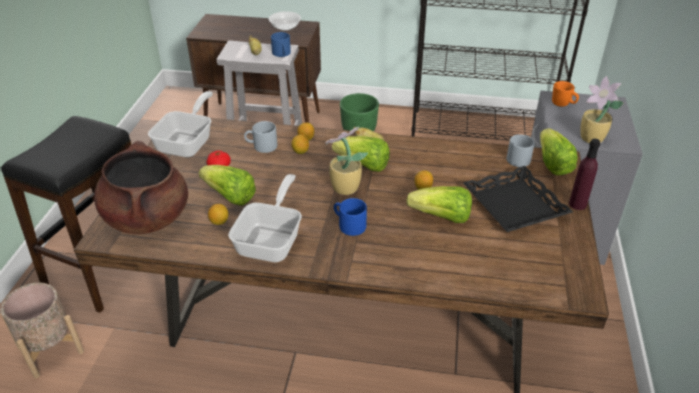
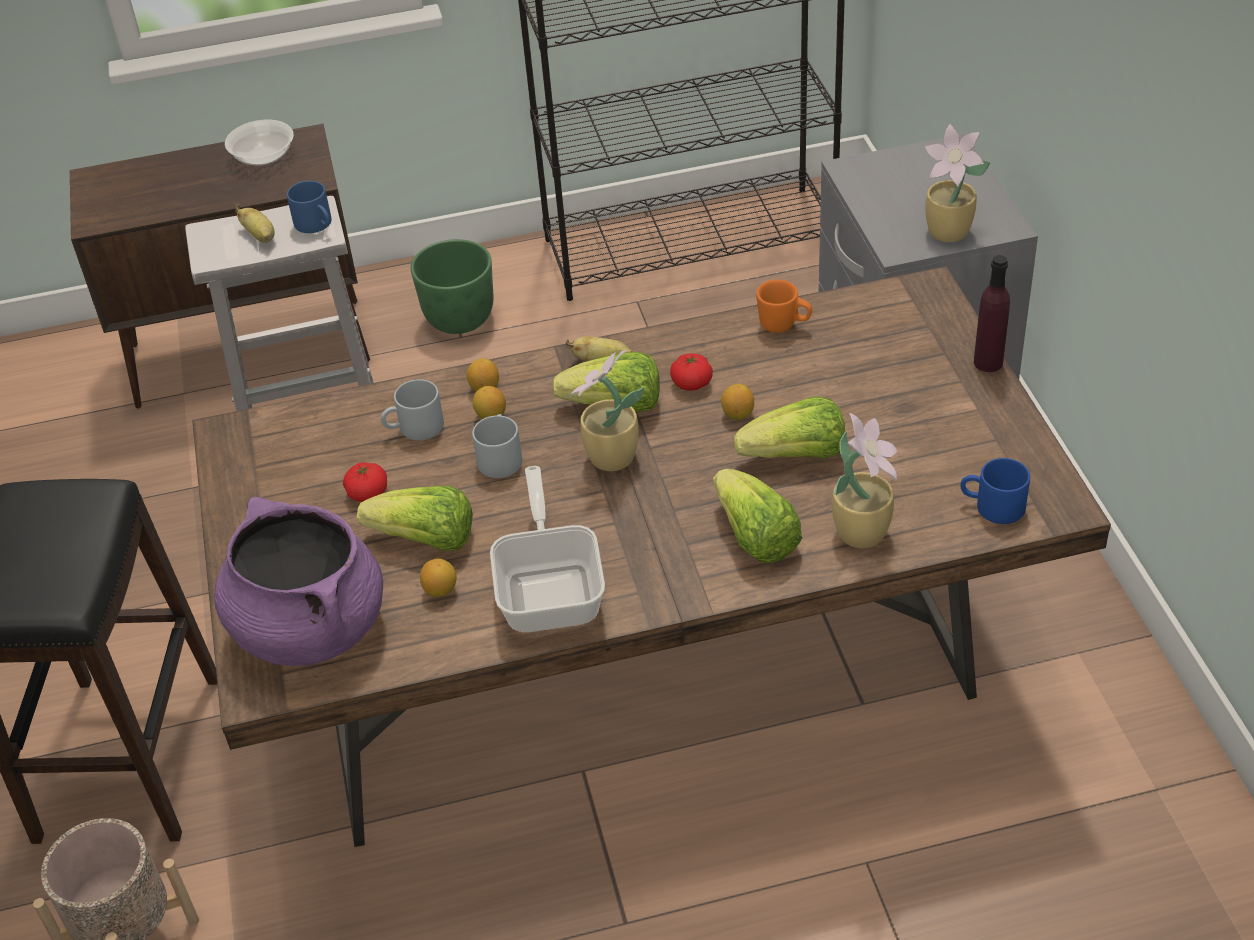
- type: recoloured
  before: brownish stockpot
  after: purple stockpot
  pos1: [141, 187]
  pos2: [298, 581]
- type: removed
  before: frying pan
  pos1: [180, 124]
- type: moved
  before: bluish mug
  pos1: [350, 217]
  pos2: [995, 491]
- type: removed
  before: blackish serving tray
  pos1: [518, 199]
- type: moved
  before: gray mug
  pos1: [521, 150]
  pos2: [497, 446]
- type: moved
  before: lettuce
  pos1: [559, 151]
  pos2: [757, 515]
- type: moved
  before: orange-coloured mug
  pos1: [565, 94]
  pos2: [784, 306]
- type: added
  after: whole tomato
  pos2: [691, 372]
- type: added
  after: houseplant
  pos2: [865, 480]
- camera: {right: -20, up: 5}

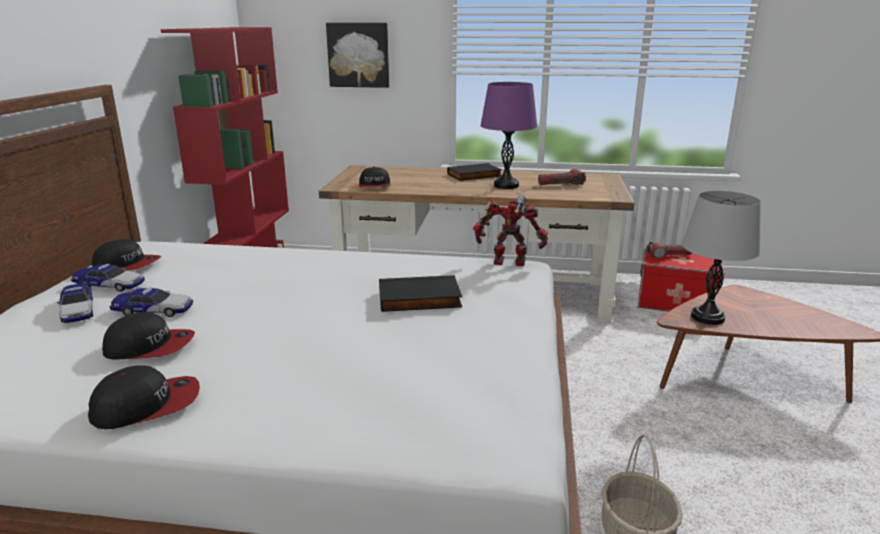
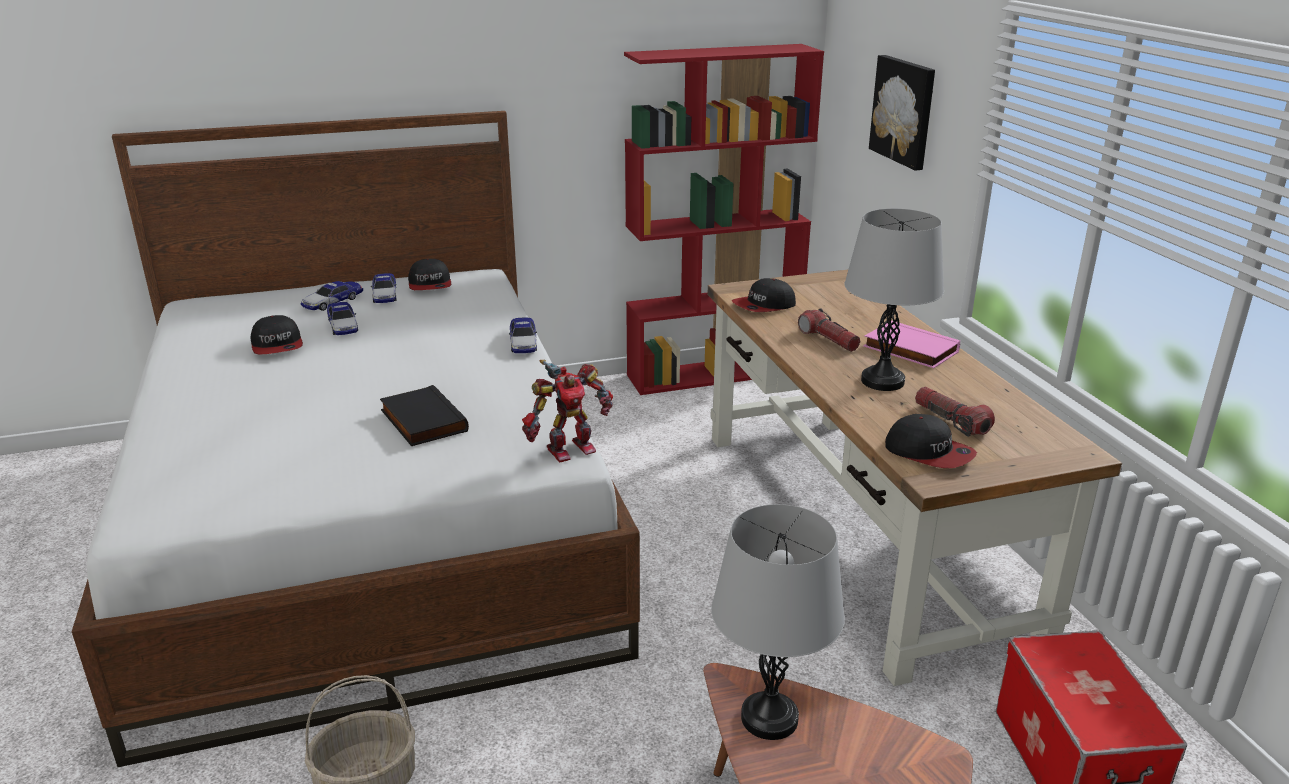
- type: moved
  before: peaked cap
  pos1: [144, 397]
  pos2: [931, 441]
- type: recoloured
  before: blackish book
  after: pink book
  pos1: [474, 172]
  pos2: [911, 344]
- type: turned
  before: toy robot
  pos1: [510, 230]
  pos2: [567, 411]
  turn: 75
- type: recoloured
  before: purple tabletop lamp
  after: gray tabletop lamp
  pos1: [508, 135]
  pos2: [894, 300]
- type: moved
  before: hand torch
  pos1: [669, 250]
  pos2: [829, 330]
- type: added
  after: miniature car
  pos2: [523, 335]
- camera: {right: 65, up: 5}

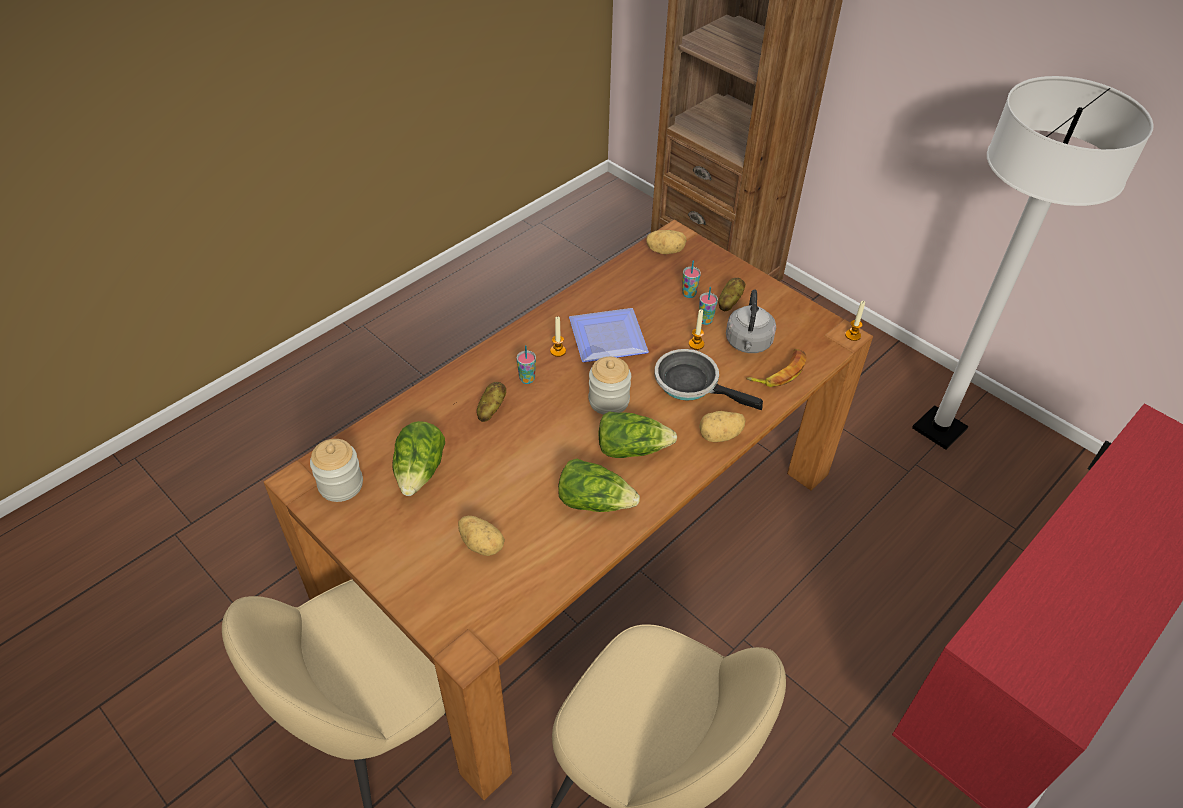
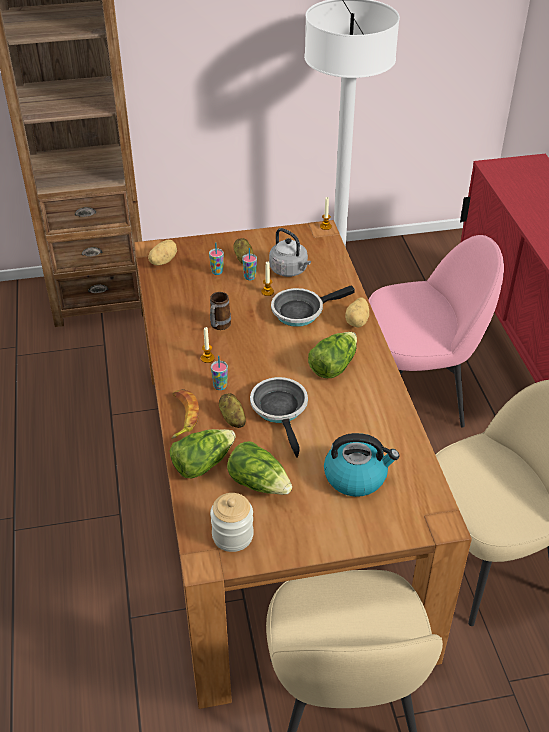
- type: replaced
  before: whole potato
  after: kettle
  pos1: [481, 536]
  pos2: [361, 465]
- type: moved
  before: lettuce
  pos1: [599, 485]
  pos2: [203, 453]
- type: replaced
  before: dinner plate
  after: mug
  pos1: [609, 335]
  pos2: [220, 311]
- type: removed
  before: preserve jar
  pos1: [610, 386]
- type: moved
  before: whole banana
  pos1: [776, 368]
  pos2: [185, 414]
- type: added
  after: frying pan
  pos2: [279, 417]
- type: added
  after: pink plain chair
  pos2: [436, 331]
- camera: {right: -55, up: -5}

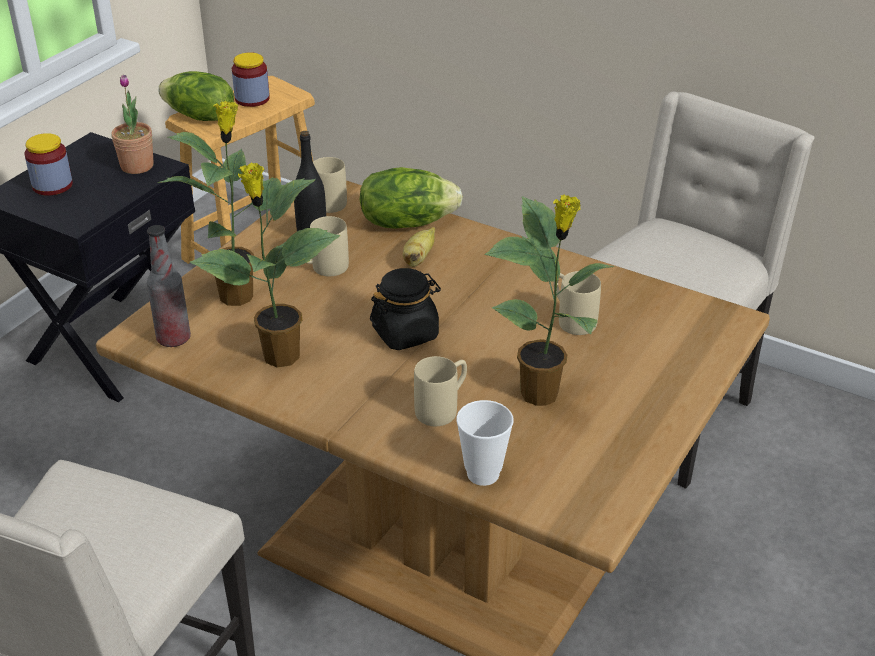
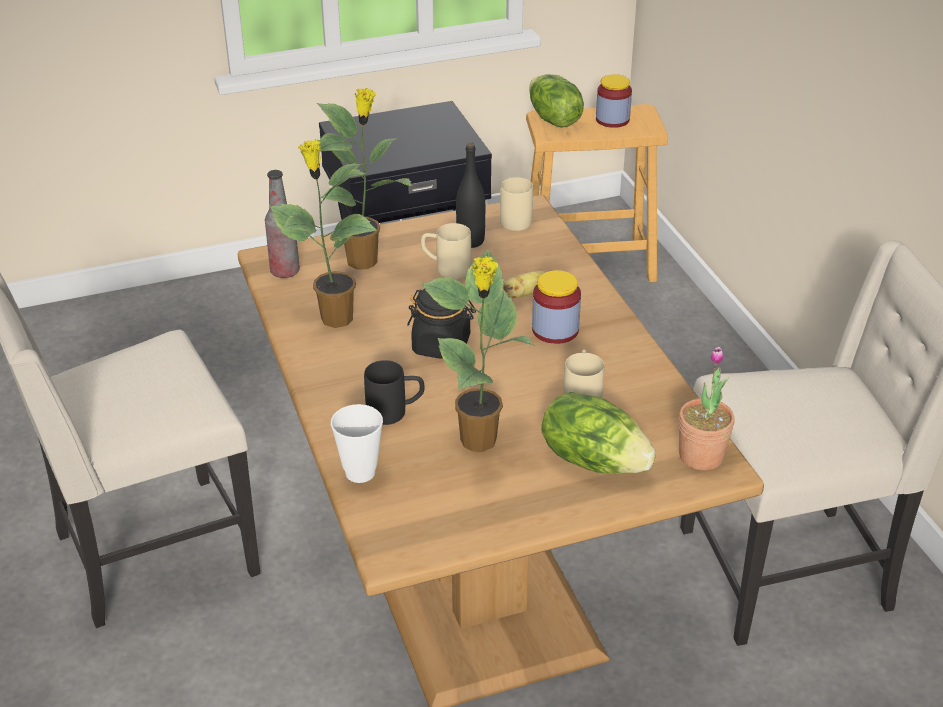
- type: moved
  before: preserve jar
  pos1: [48, 164]
  pos2: [556, 307]
- type: moved
  before: houseplant
  pos1: [132, 124]
  pos2: [707, 408]
- type: moved
  before: lettuce
  pos1: [411, 198]
  pos2: [598, 433]
- type: recoloured
  before: beige-coloured mug
  after: blackish mug
  pos1: [440, 391]
  pos2: [394, 392]
- camera: {right: 40, up: 0}

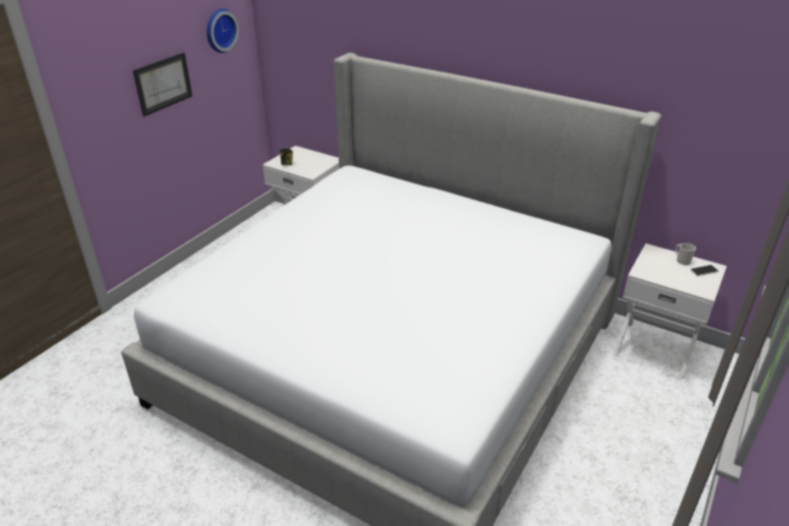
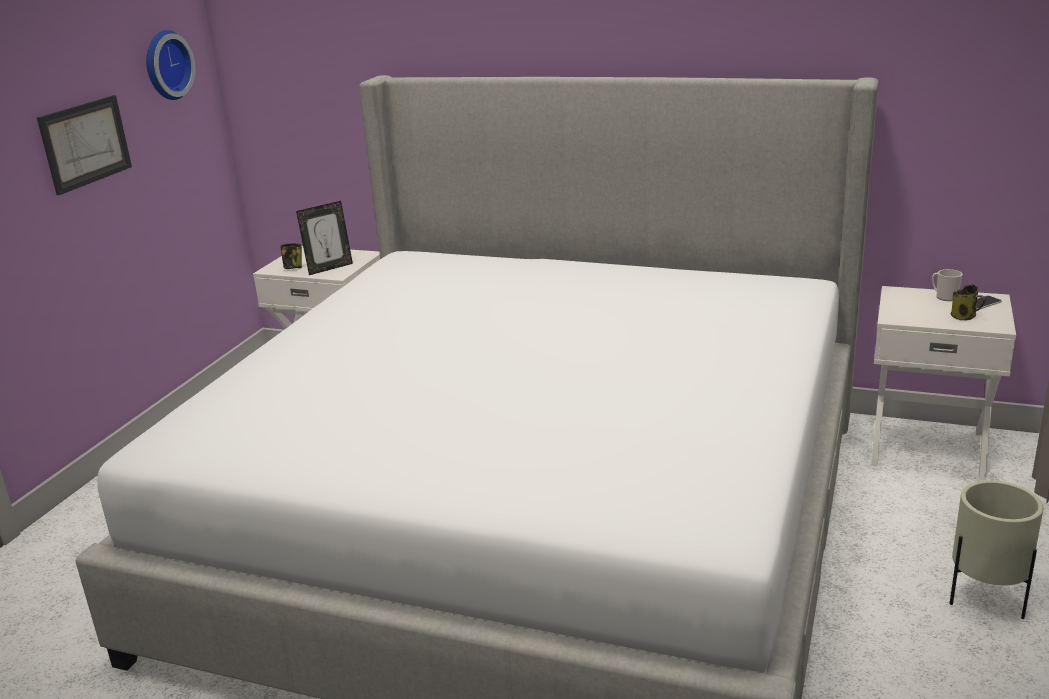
- type: added
  after: standing frame
  pos2: [324, 238]
- type: added
  after: beige-coloured flower pot
  pos2: [996, 549]
- type: added
  after: mug
  pos2: [968, 302]
- camera: {right: -10, up: -10}

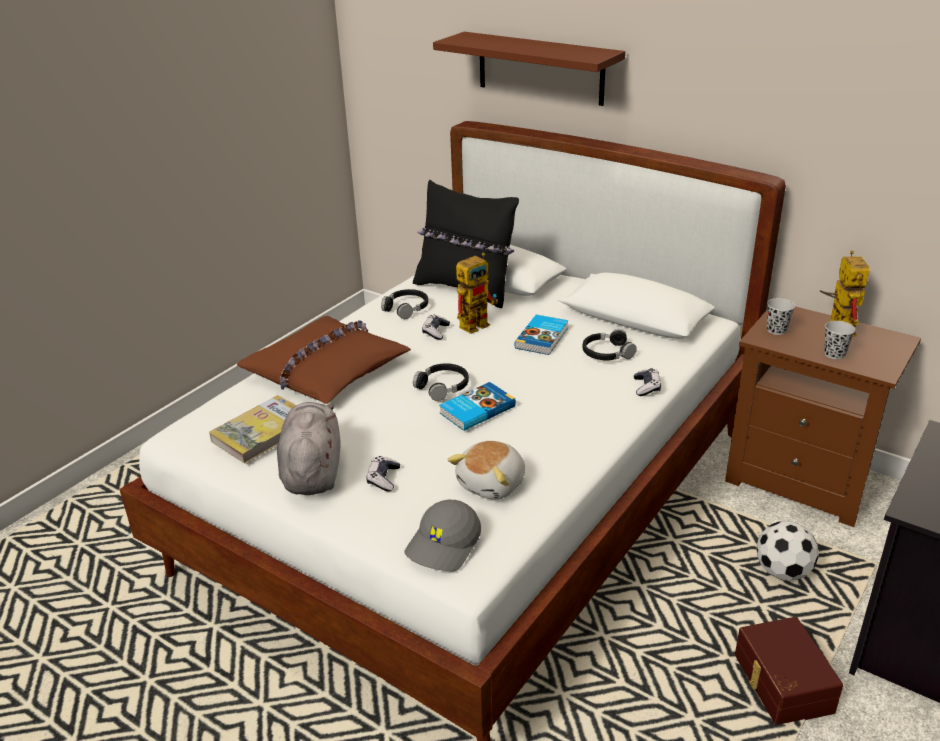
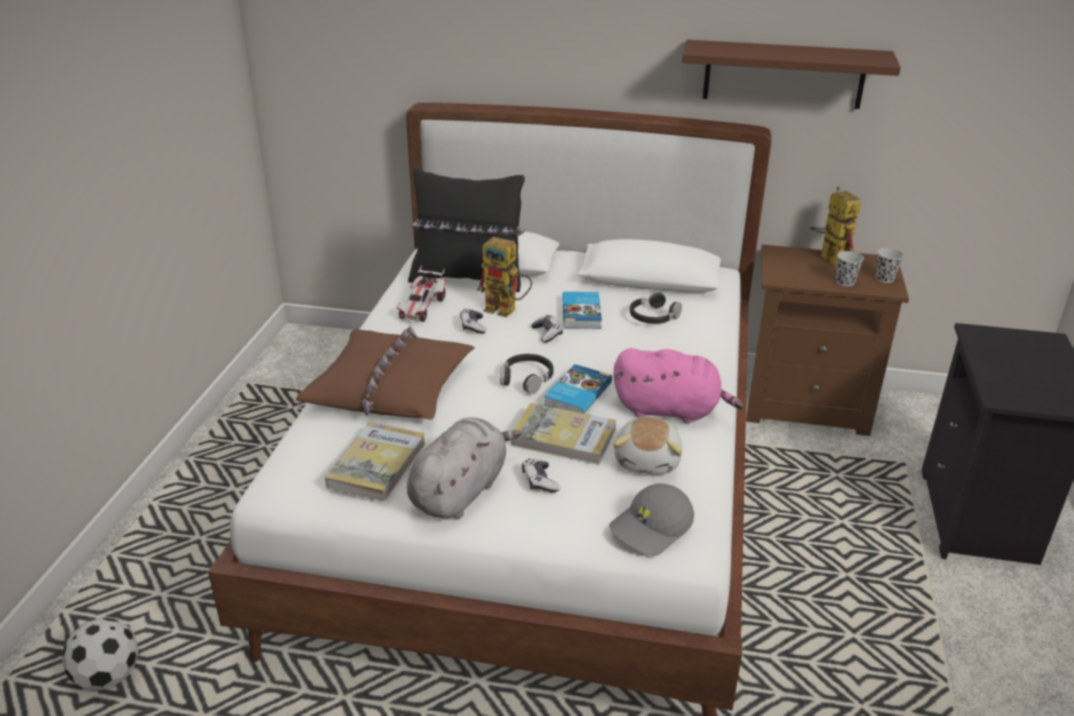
- type: turned
  before: gray soft toy
  pos1: [309, 448]
  pos2: [464, 468]
  turn: 60
- type: replaced
  before: blackish headset
  after: miniature car
  pos1: [404, 304]
  pos2: [421, 293]
- type: turned
  before: gray peaked cap
  pos1: [442, 535]
  pos2: [651, 519]
  turn: 45
- type: moved
  before: brownish bracket shelf
  pos1: [529, 69]
  pos2: [791, 74]
- type: turned
  before: toy robot
  pos1: [477, 293]
  pos2: [504, 277]
  turn: 90
- type: moved
  before: joypad
  pos1: [647, 382]
  pos2: [547, 329]
- type: removed
  before: brownish storage bin
  pos1: [789, 671]
- type: moved
  before: football
  pos1: [787, 551]
  pos2: [100, 654]
- type: moved
  before: blackish cup
  pos1: [781, 316]
  pos2: [890, 265]
- type: added
  after: book
  pos2: [563, 434]
- type: added
  after: pink soft toy
  pos2: [678, 386]
- camera: {right: -25, up: 0}

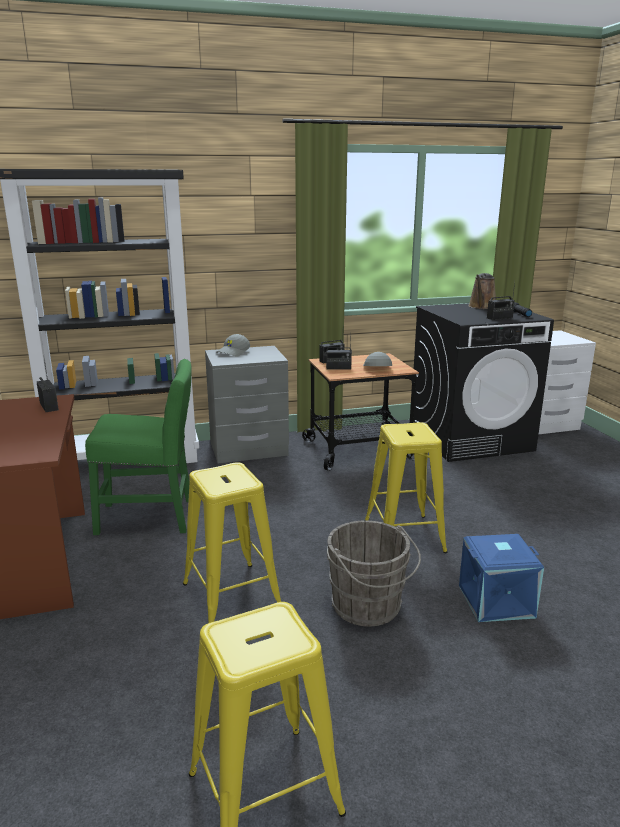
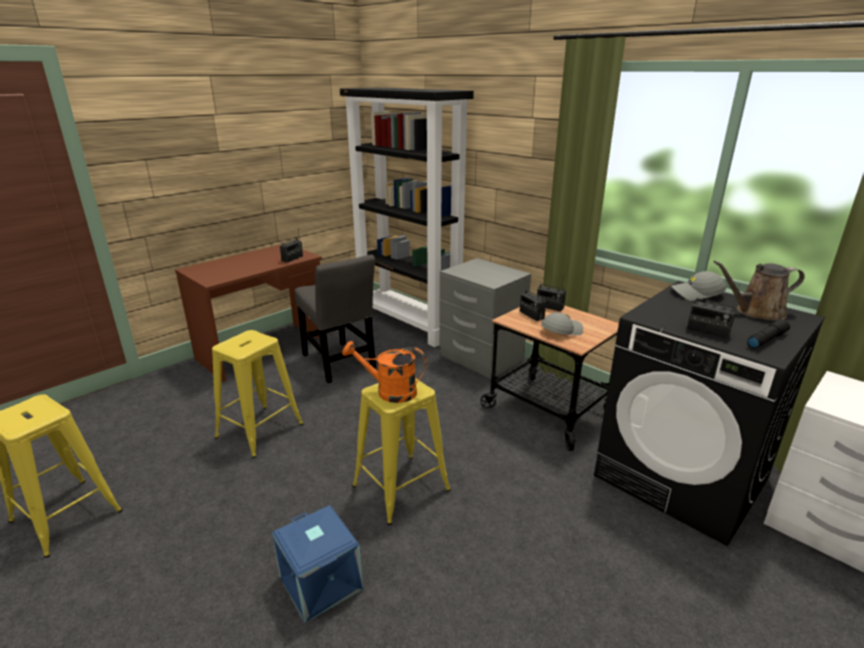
- type: recoloured
  before: green-coloured plain chair
  after: gray plain chair
  pos1: [138, 447]
  pos2: [335, 318]
- type: moved
  before: gray peaked cap
  pos1: [233, 345]
  pos2: [698, 286]
- type: removed
  before: gray water bucket
  pos1: [374, 574]
- type: added
  after: orange-coloured watering pot
  pos2: [384, 372]
- camera: {right: 60, up: 5}

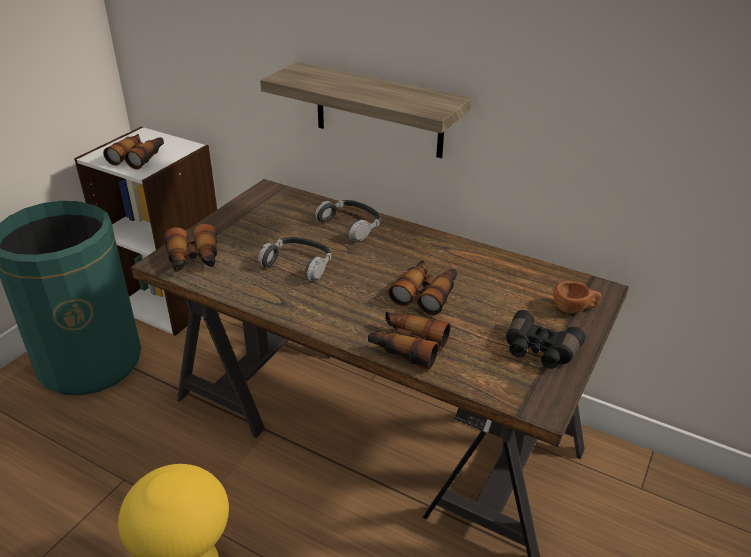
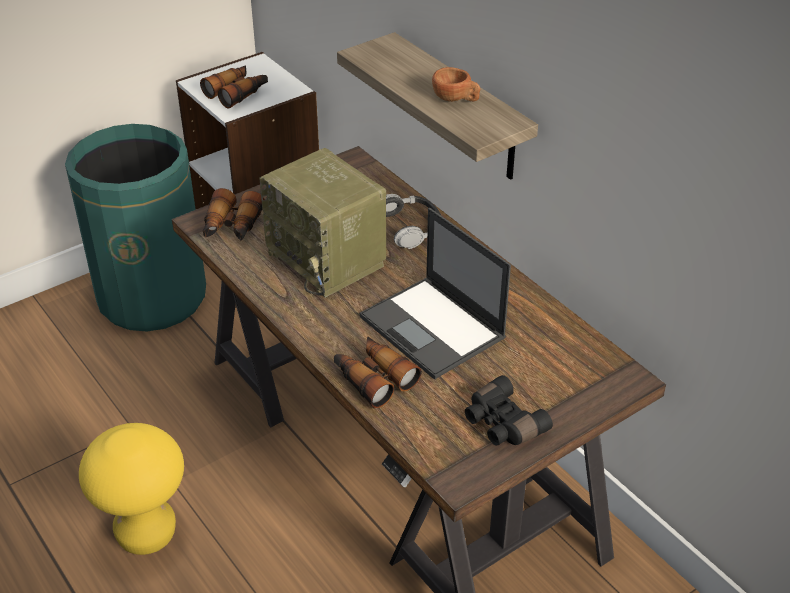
- type: replaced
  before: headset
  after: radio
  pos1: [295, 259]
  pos2: [322, 223]
- type: replaced
  before: binoculars
  after: laptop
  pos1: [422, 288]
  pos2: [435, 294]
- type: moved
  before: brownish cup
  pos1: [577, 297]
  pos2: [456, 84]
- camera: {right: 25, up: 5}

